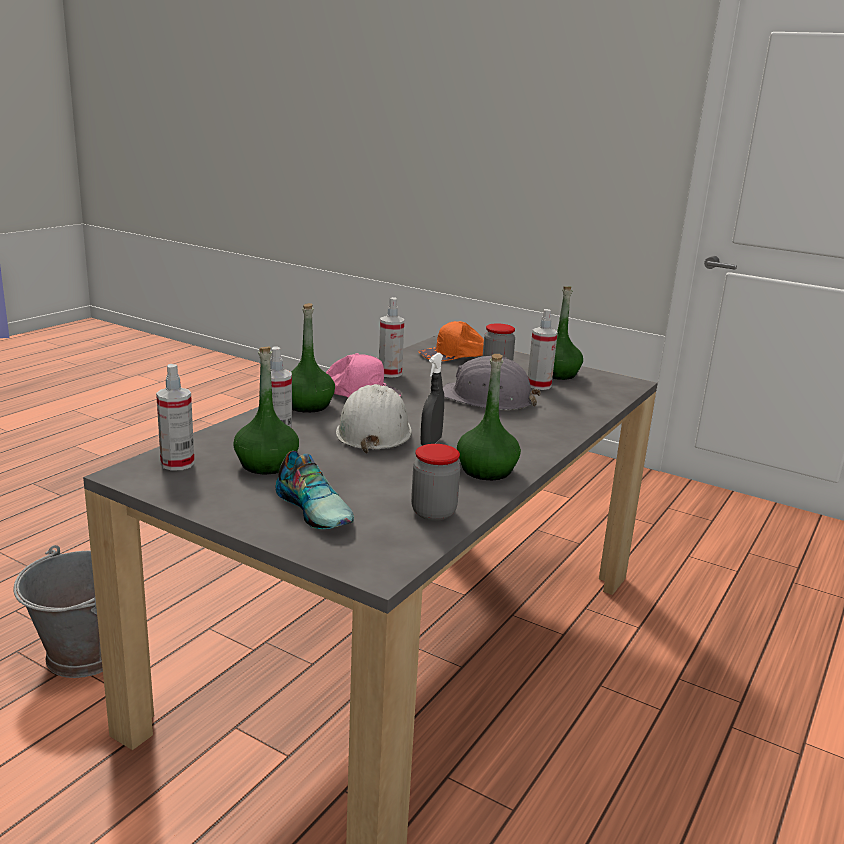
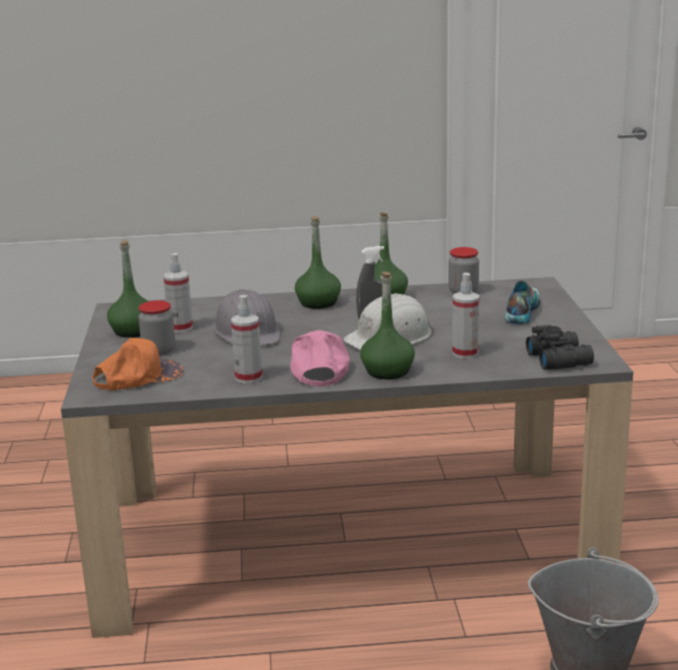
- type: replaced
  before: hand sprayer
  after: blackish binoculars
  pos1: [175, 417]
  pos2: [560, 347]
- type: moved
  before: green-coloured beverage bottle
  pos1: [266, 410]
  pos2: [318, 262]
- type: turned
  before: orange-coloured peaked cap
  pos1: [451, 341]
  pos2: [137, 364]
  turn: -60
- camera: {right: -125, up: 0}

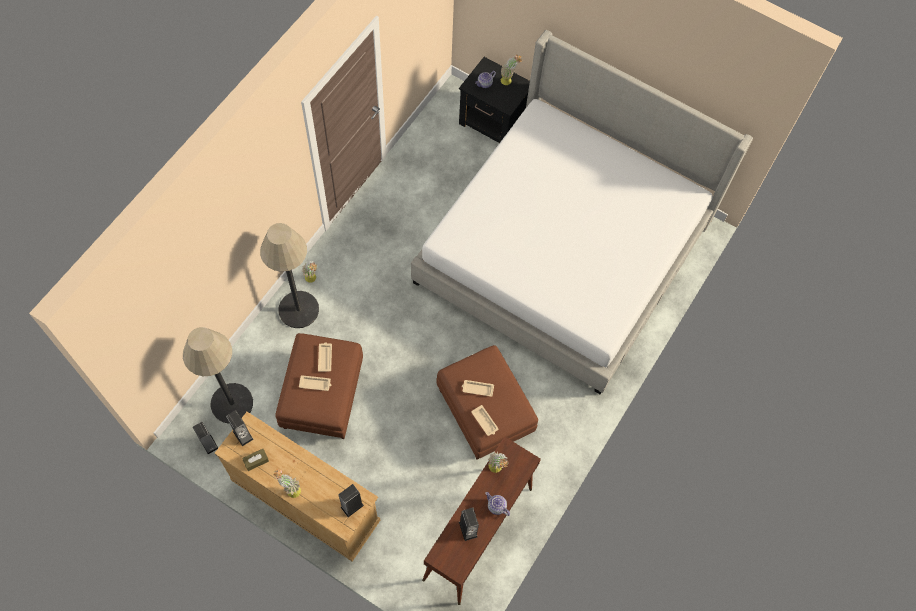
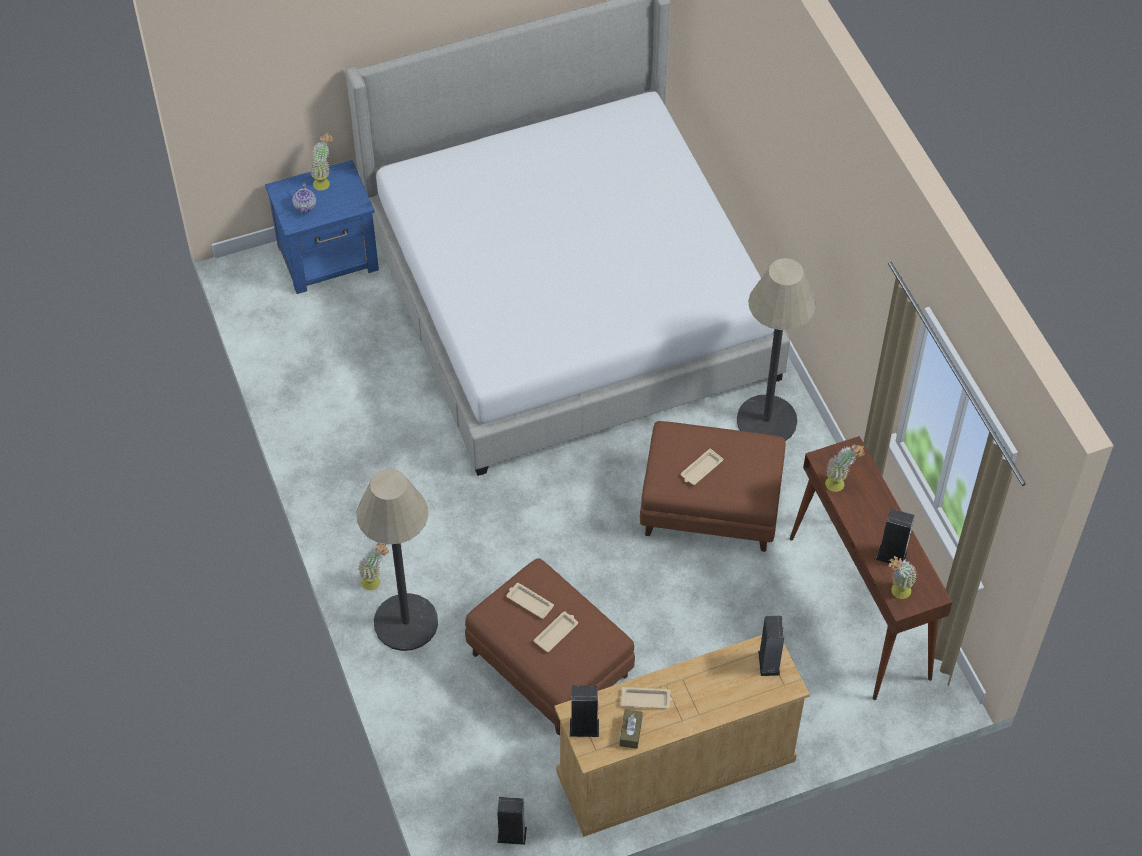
- type: moved
  before: floor lamp
  pos1: [218, 375]
  pos2: [776, 349]
- type: moved
  before: houseplant
  pos1: [287, 483]
  pos2: [902, 577]
- type: recoloured
  before: blackish bedside table
  after: bluish bedside table
  pos1: [494, 100]
  pos2: [322, 227]
- type: moved
  before: beige-coloured serving tray
  pos1: [484, 420]
  pos2: [647, 698]
- type: removed
  before: tea pot
  pos1: [497, 504]
- camera: {right: -50, up: -10}

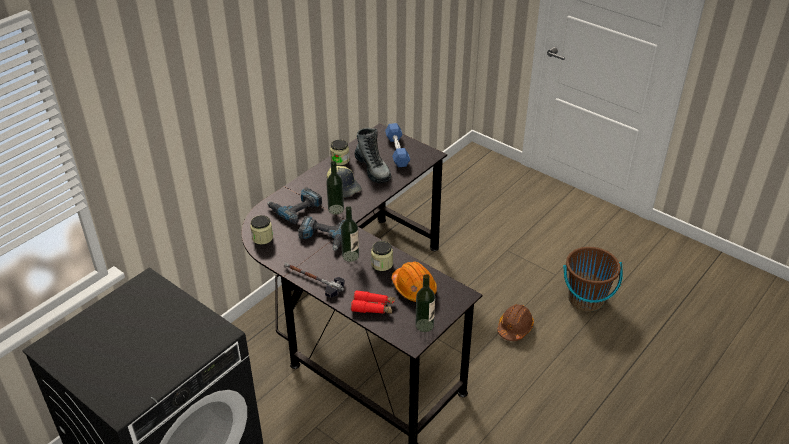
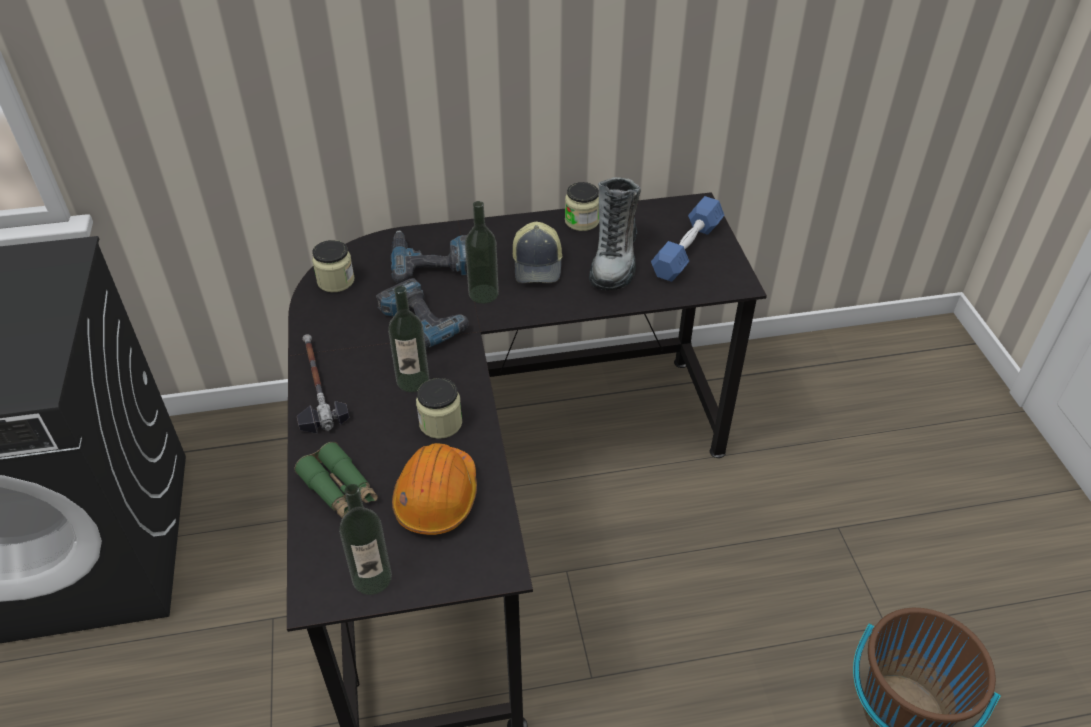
- type: recoloured
  before: red-coloured binoculars
  after: green-coloured binoculars
  pos1: [373, 302]
  pos2: [336, 480]
- type: removed
  before: brownish safety helmet
  pos1: [515, 322]
- camera: {right: 40, up: 5}

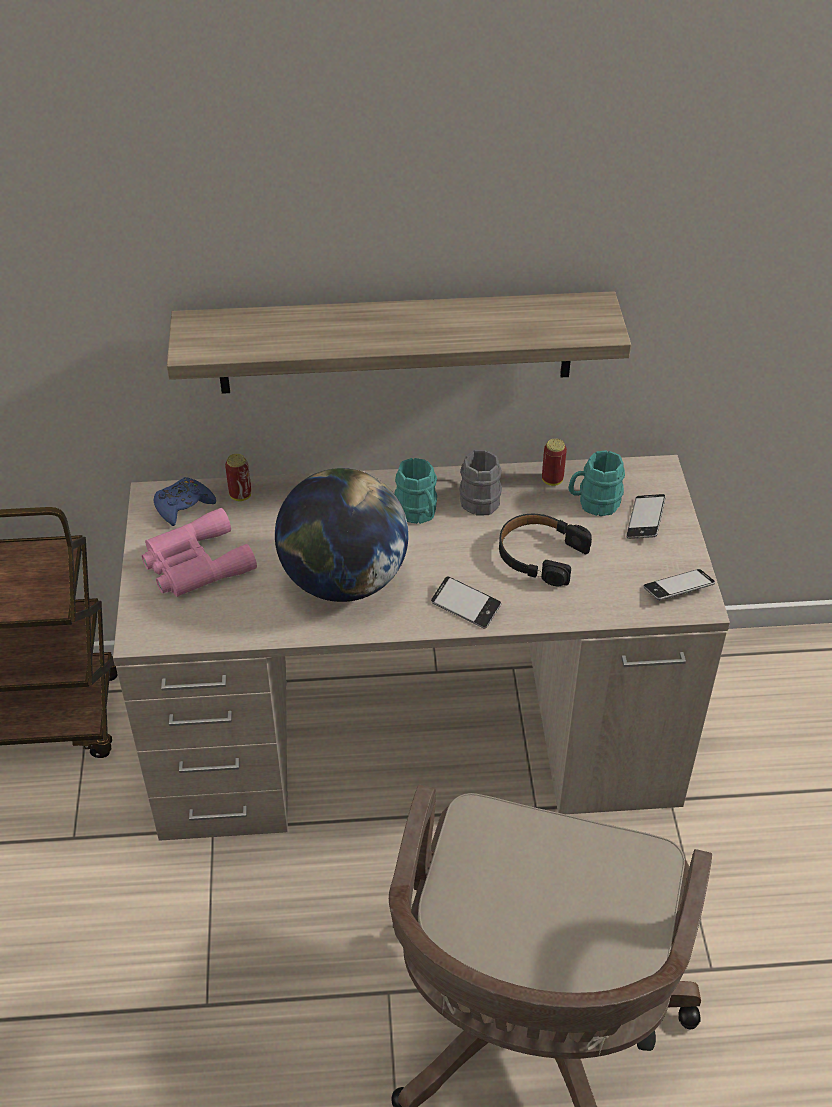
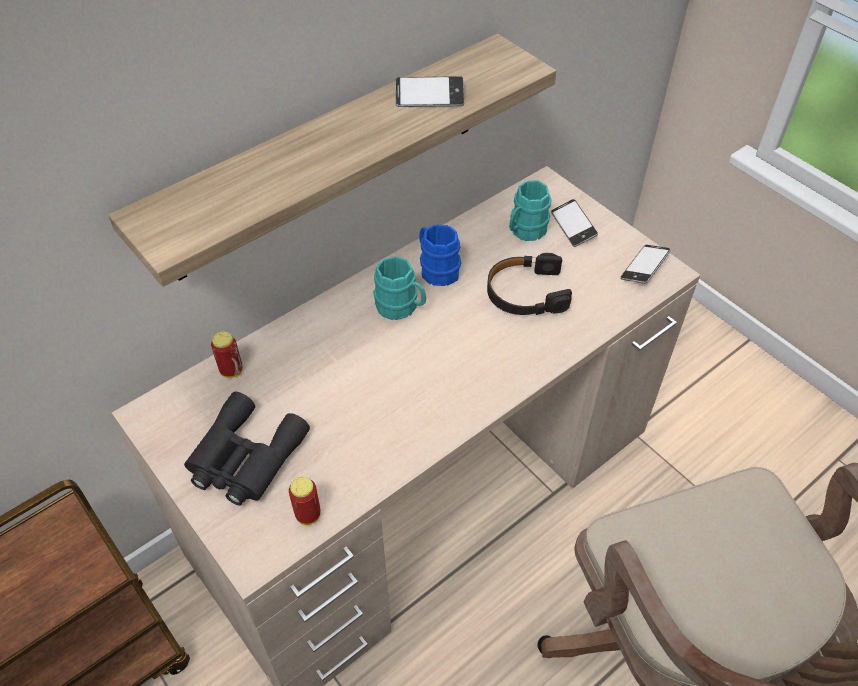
- type: recoloured
  before: pink binoculars
  after: blackish binoculars
  pos1: [199, 552]
  pos2: [247, 448]
- type: removed
  before: bluish joypad
  pos1: [185, 501]
- type: removed
  before: globe
  pos1: [342, 535]
- type: moved
  before: telephone
  pos1: [466, 602]
  pos2: [430, 91]
- type: recoloured
  before: gray mug
  after: bluish mug
  pos1: [480, 483]
  pos2: [440, 255]
- type: moved
  before: can
  pos1: [554, 462]
  pos2: [305, 500]
- camera: {right: -35, up: 5}

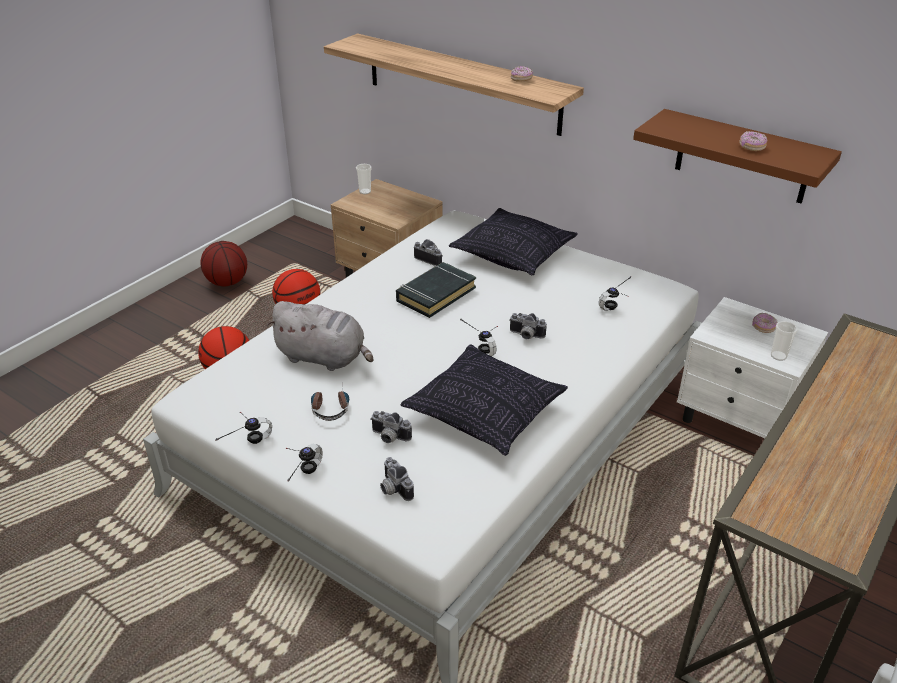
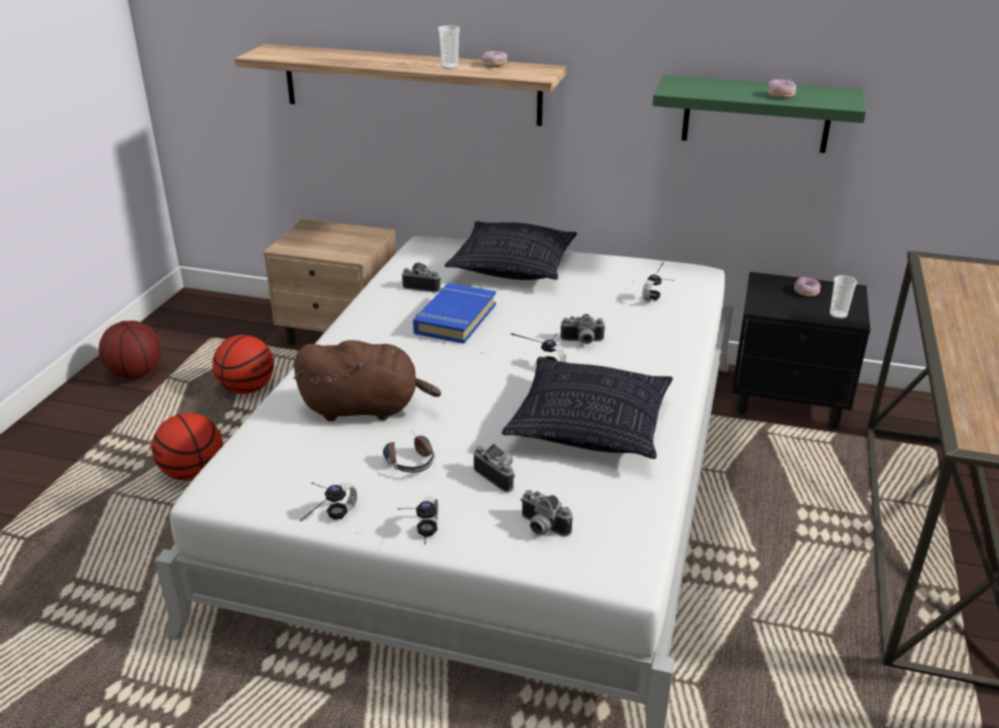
- type: recoloured
  before: gray soft toy
  after: brownish soft toy
  pos1: [320, 336]
  pos2: [367, 380]
- type: moved
  before: cup
  pos1: [364, 179]
  pos2: [449, 47]
- type: turned
  before: still camera
  pos1: [391, 427]
  pos2: [494, 468]
  turn: -135
- type: recoloured
  before: blackish book
  after: bluish book
  pos1: [436, 290]
  pos2: [454, 313]
- type: recoloured
  before: brownish bracket shelf
  after: green-coloured bracket shelf
  pos1: [737, 156]
  pos2: [759, 114]
- type: recoloured
  before: whitish bedside table
  after: blackish bedside table
  pos1: [752, 367]
  pos2: [801, 350]
- camera: {right: -20, up: -5}

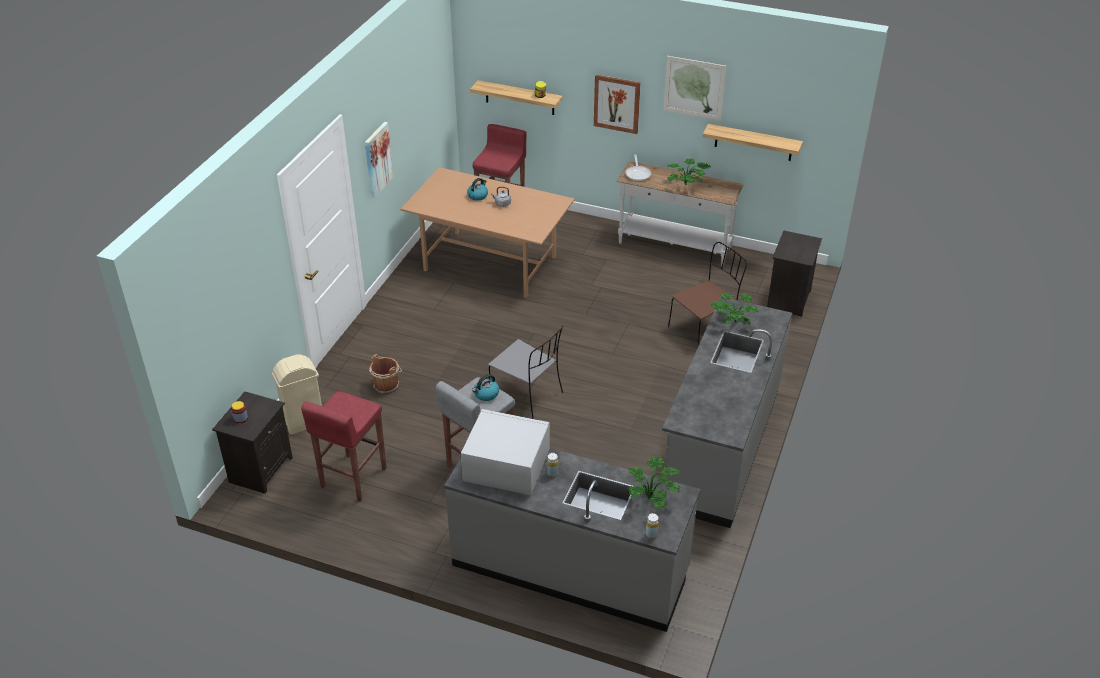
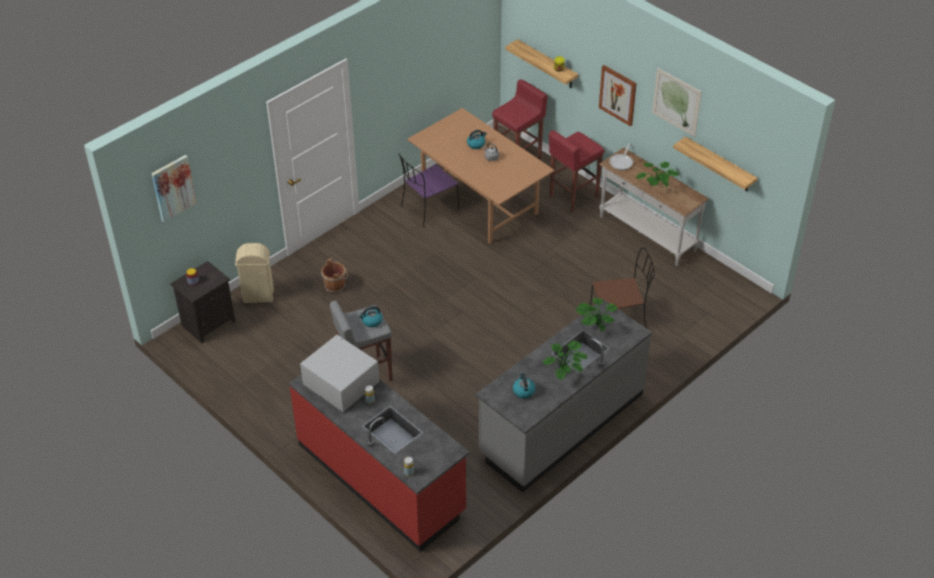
- type: moved
  before: red-coloured stool seat
  pos1: [344, 446]
  pos2: [576, 171]
- type: moved
  before: wall art
  pos1: [379, 160]
  pos2: [174, 188]
- type: recoloured
  before: gray kitchen base unit
  after: red-coloured kitchen base unit
  pos1: [572, 540]
  pos2: [379, 463]
- type: removed
  before: gray plain chair
  pos1: [525, 372]
- type: moved
  before: houseplant
  pos1: [654, 483]
  pos2: [565, 360]
- type: removed
  before: blackish bedside table
  pos1: [794, 273]
- type: added
  after: purple plain chair
  pos2: [428, 190]
- type: added
  after: kettle
  pos2: [524, 385]
- camera: {right: 25, up: 5}

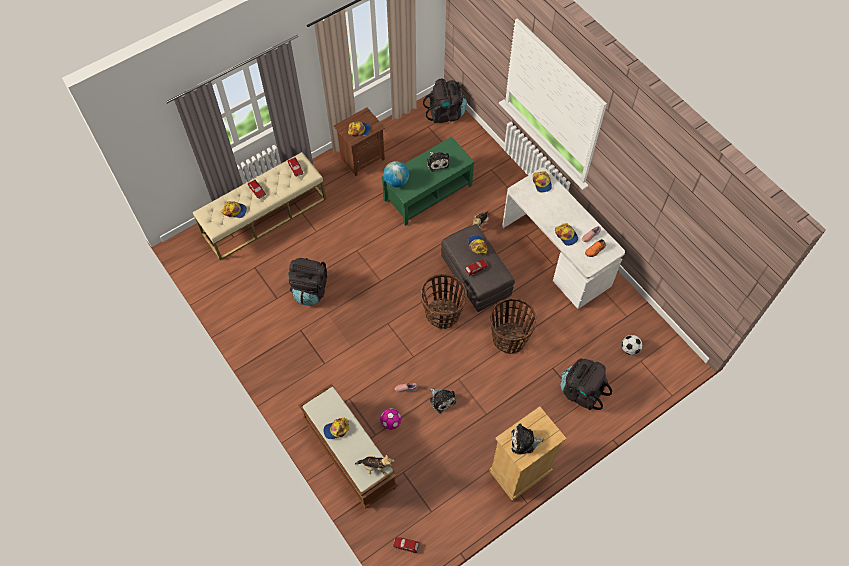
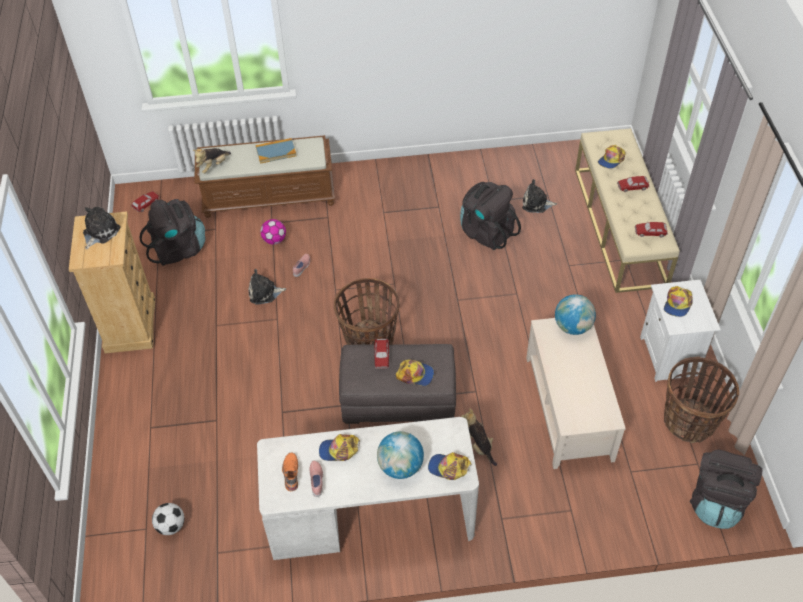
- type: replaced
  before: peaked cap
  after: book
  pos1: [336, 428]
  pos2: [276, 151]
- type: recoloured
  before: brownish bedside table
  after: whitish bedside table
  pos1: [359, 141]
  pos2: [680, 331]
- type: recoloured
  before: green-coloured lounge table
  after: beige-coloured lounge table
  pos1: [428, 181]
  pos2: [576, 393]
- type: moved
  before: soft toy
  pos1: [437, 161]
  pos2: [539, 196]
- type: moved
  before: storage basket
  pos1: [513, 326]
  pos2: [701, 399]
- type: moved
  before: blackish backpack
  pos1: [586, 384]
  pos2: [172, 232]
- type: added
  after: globe
  pos2: [400, 455]
- camera: {right: 120, up: -10}

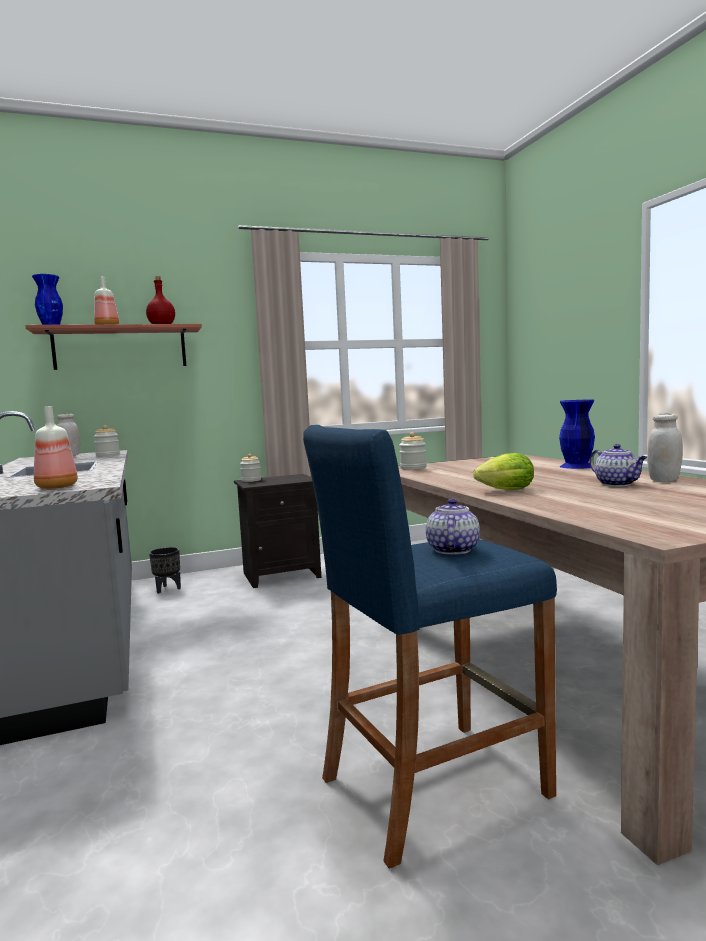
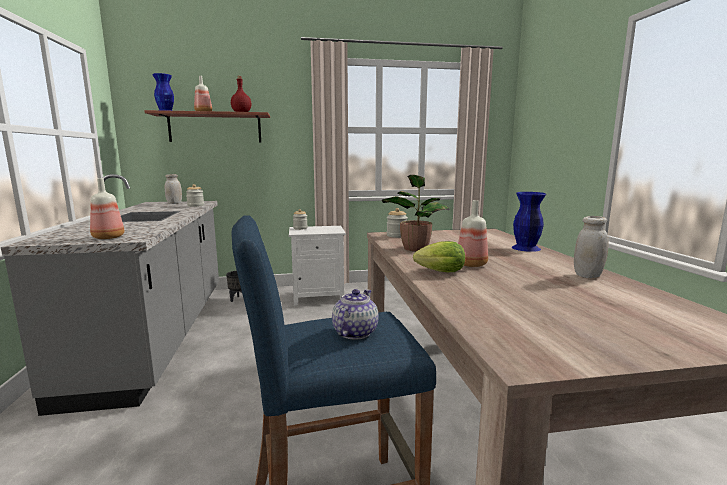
- type: recoloured
  before: blackish bedside table
  after: whitish bedside table
  pos1: [277, 531]
  pos2: [317, 266]
- type: removed
  before: tea pot
  pos1: [618, 465]
- type: added
  after: houseplant
  pos2: [415, 213]
- type: added
  after: beverage bottle
  pos2: [473, 233]
- camera: {right: 10, up: 5}

